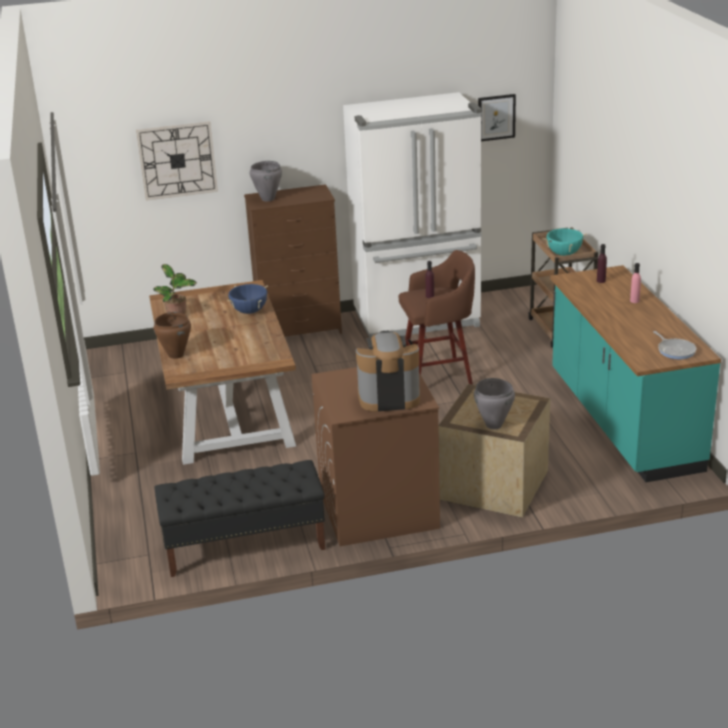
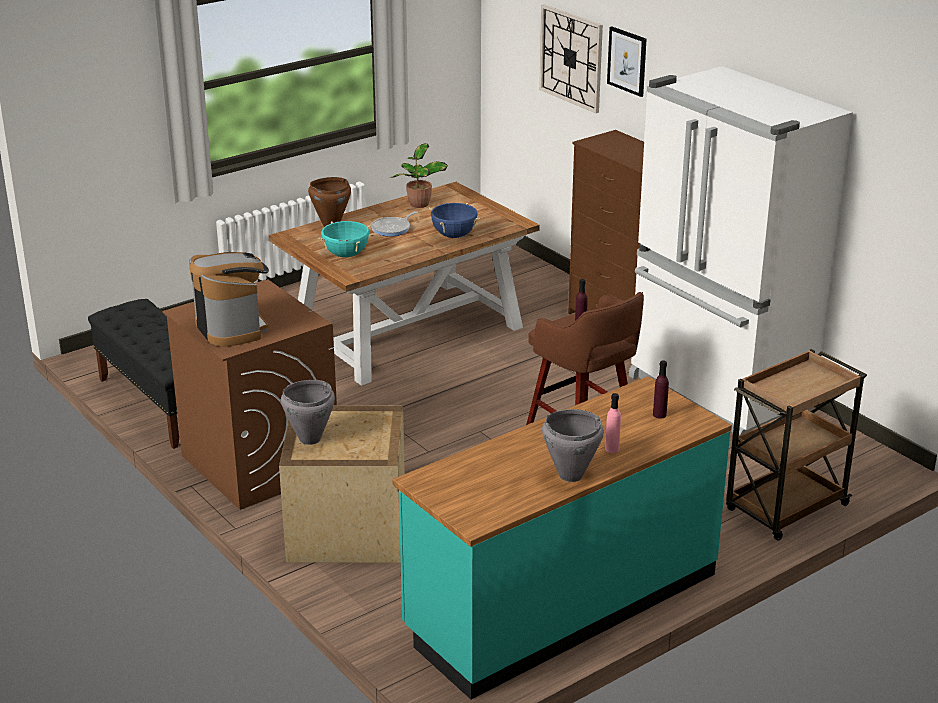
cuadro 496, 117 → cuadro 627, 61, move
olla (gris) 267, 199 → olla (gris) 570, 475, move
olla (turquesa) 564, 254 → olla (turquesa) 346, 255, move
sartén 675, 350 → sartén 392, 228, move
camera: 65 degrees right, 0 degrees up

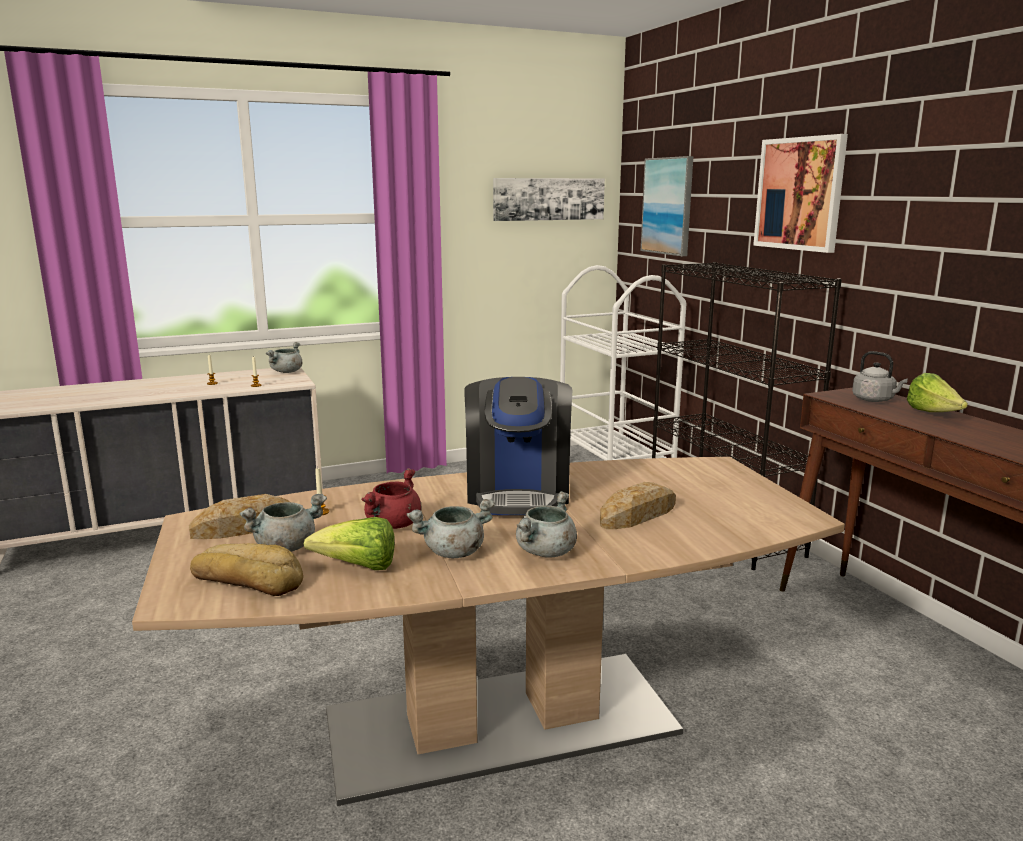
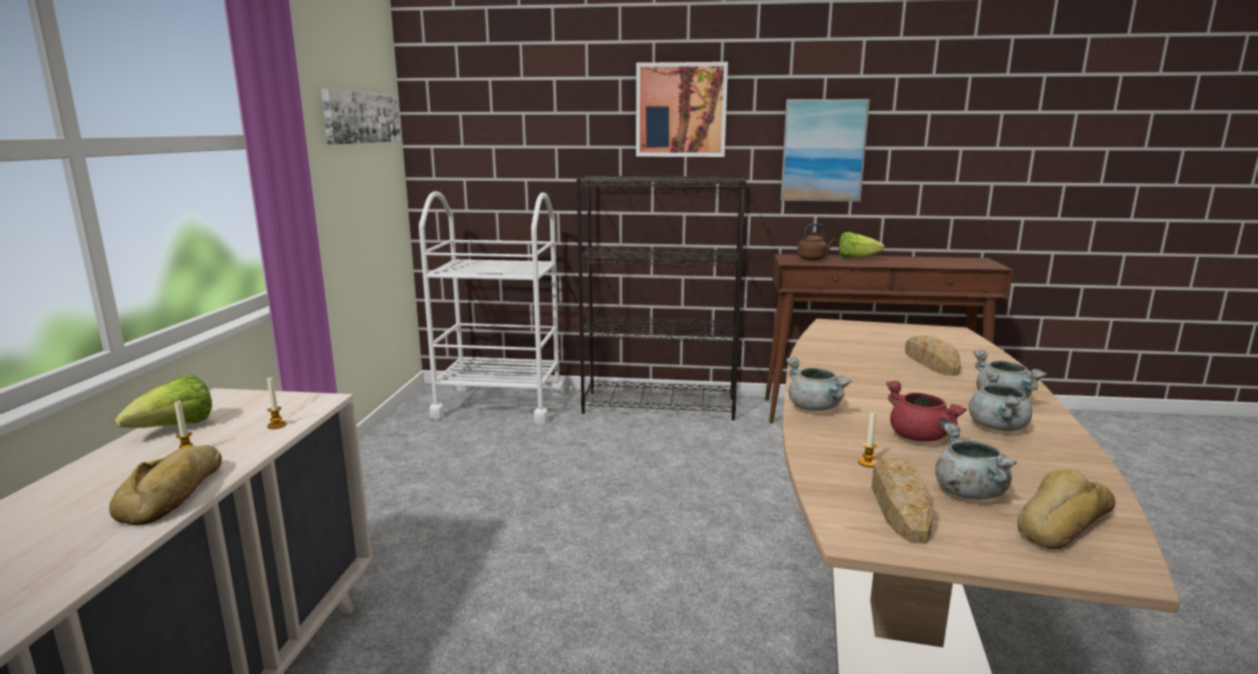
cuadro 668, 206 → cuadro 823, 150, move
olla (gris) 286, 372 → olla (gris) 815, 408, move
hervidor (gris) 875, 400 → hervidor (marrón) 813, 259
cafetera 518, 493 → -
lechuga 358, 567 → lechuga 175, 428, move
- → pan 177, 493
camera: 60 degrees left, 0 degrees up

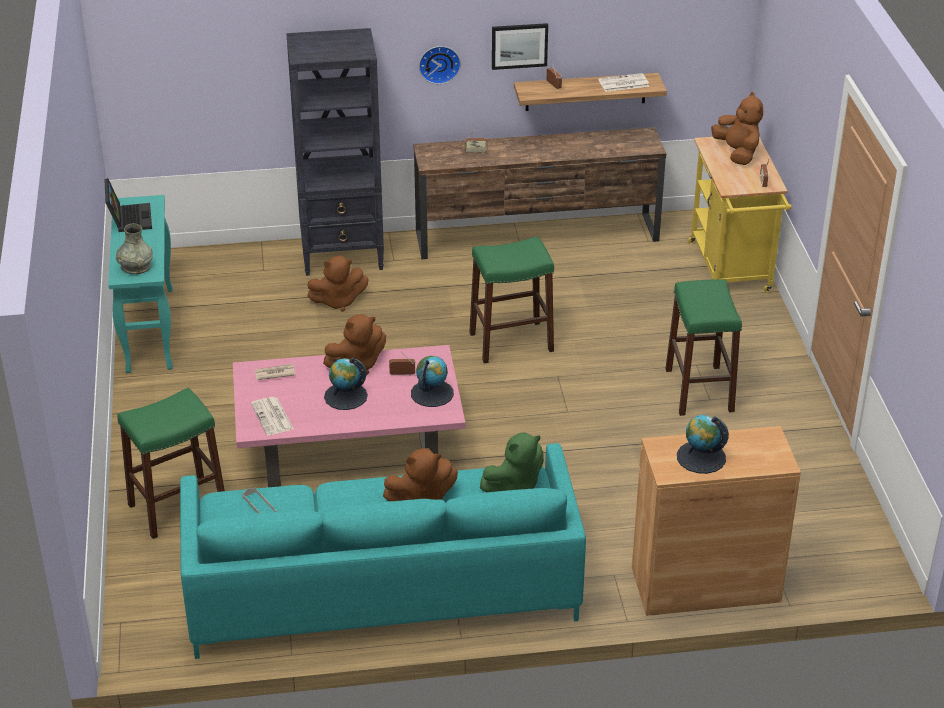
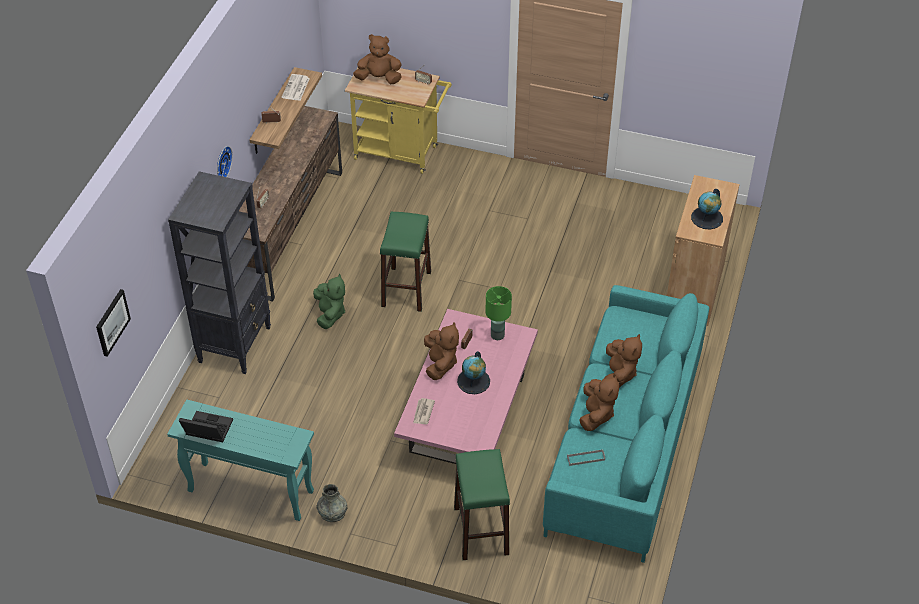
cuadro 519, 45 → cuadro 112, 322, move
florero (gris) 136, 267 → florero (gris) 332, 513, move
peluche (marrón) 338, 301 → peluche (marrón) 596, 414, move
taburete (verde) 699, 390 → -
globo terráqueo 432, 393 → lámpara de mesa (verde) 497, 335
periódico 272, 417 → -
peluche (verde) 514, 486 → peluche (verde) 330, 314, move
camera: 65 degrees left, 10 degrees up

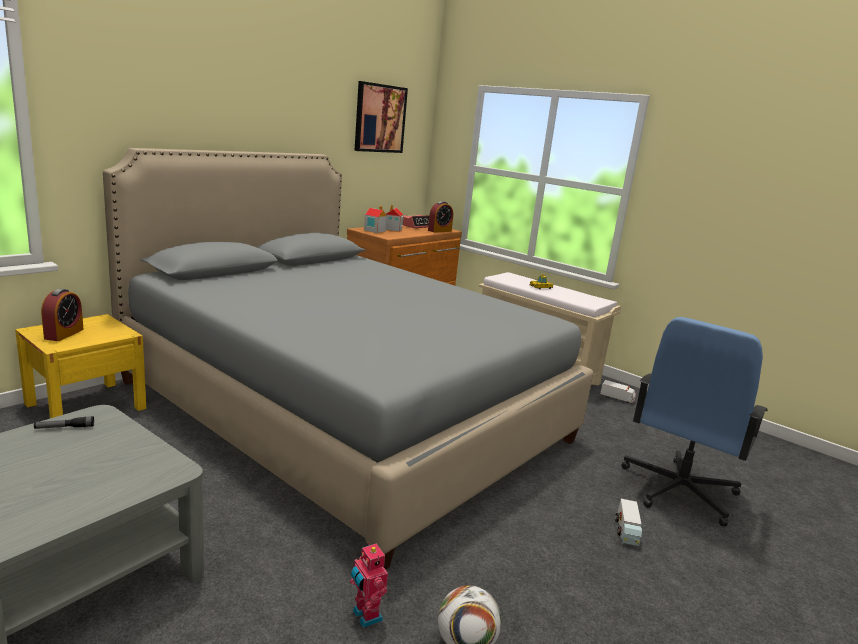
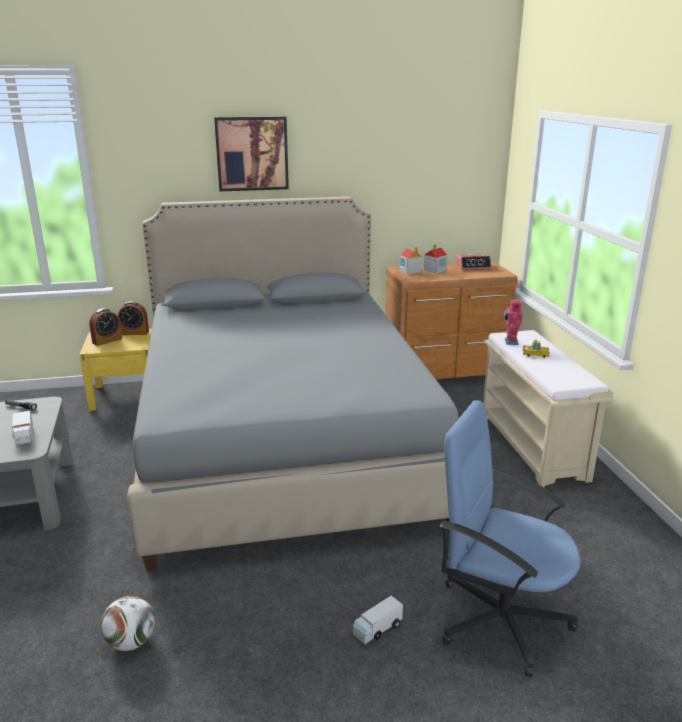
cuadro 379, 118 → cuadro 252, 153, move
despertador 439, 231 → despertador 134, 333, move
silla de oficina (azul) 678, 490 → silla de oficina (azul) 500, 618, 45 degrees clockwise
camión de juguete 617, 398 → camión de juguete 24, 436, move
robot de juguete 365, 616 → robot de juguete 510, 342, move
camera: 40 degrees right, 5 degrees up

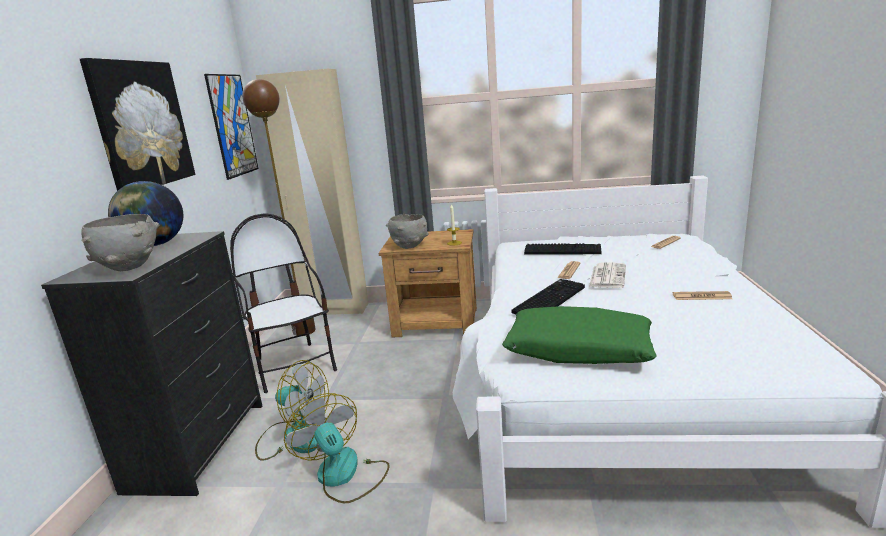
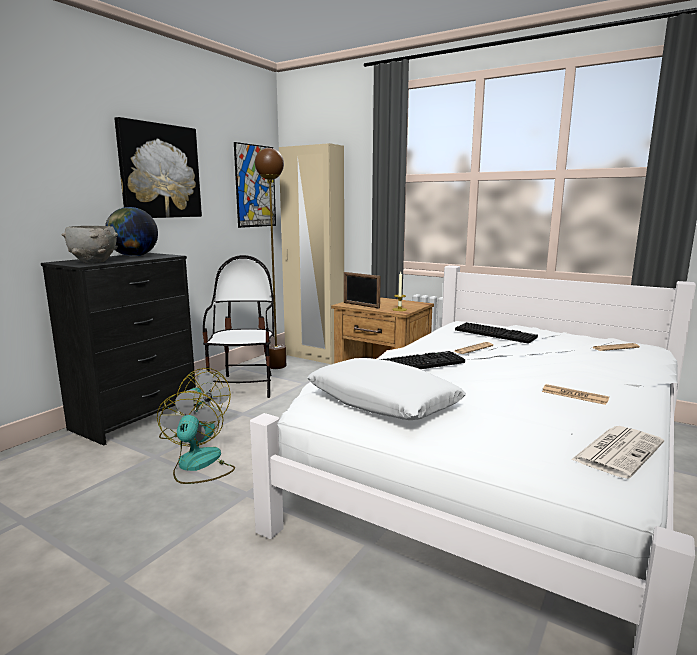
cuenco (gris) 409, 246 → portarretratos 361, 305
periódico 607, 276 → periódico 618, 451, move
cojín (verde) 578, 349 → cojín (blanco) 383, 402
camera: 25 degrees right, 5 degrees down

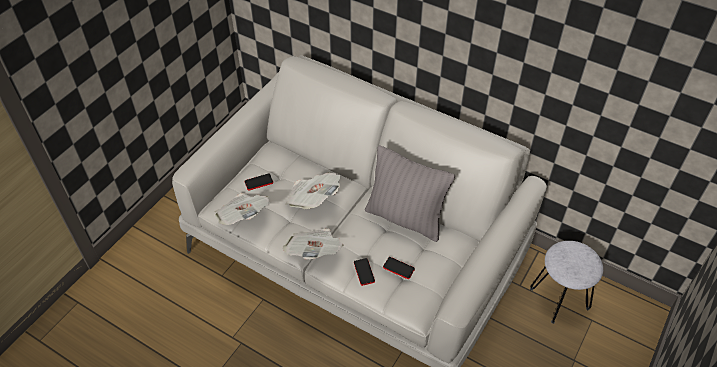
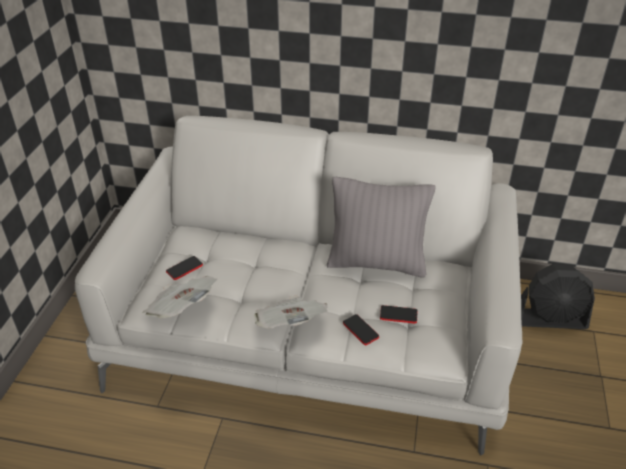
periódico 313, 199 → -
taburete (gris) 560, 298 → ventilador (negro) 550, 319
camera: 20 degrees left, 10 degrees down

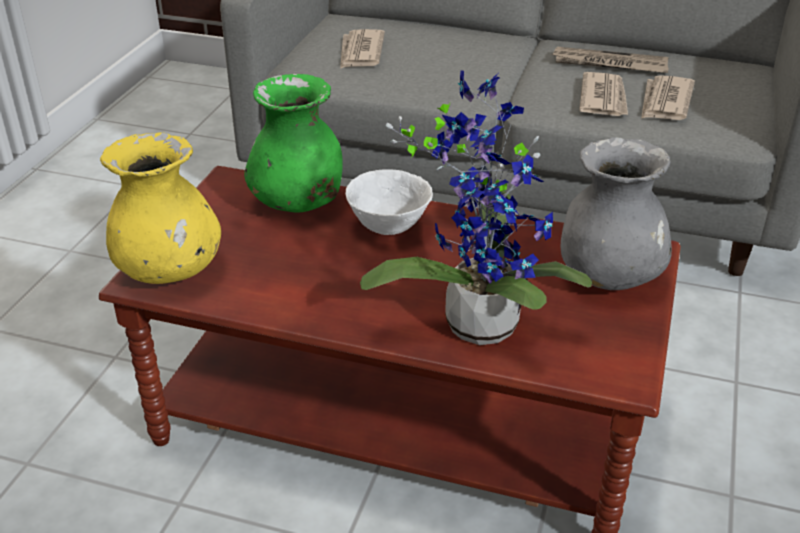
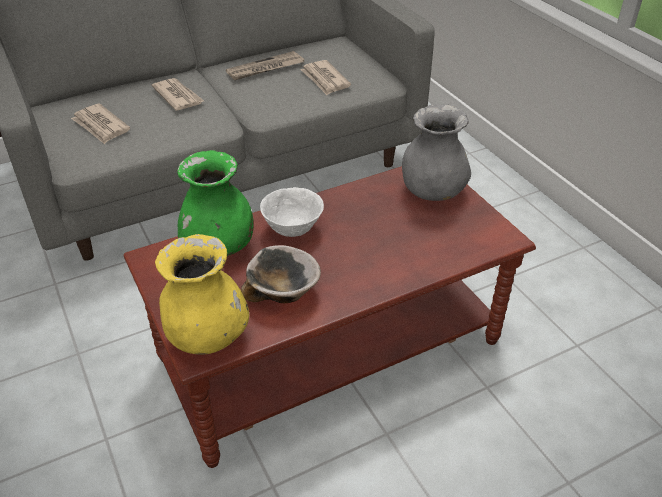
planta en maceta 478, 318 → -
periódico 604, 98 → periódico 178, 96, move
- → cuenco 284, 292
camera: 45 degrees left, 5 degrees up

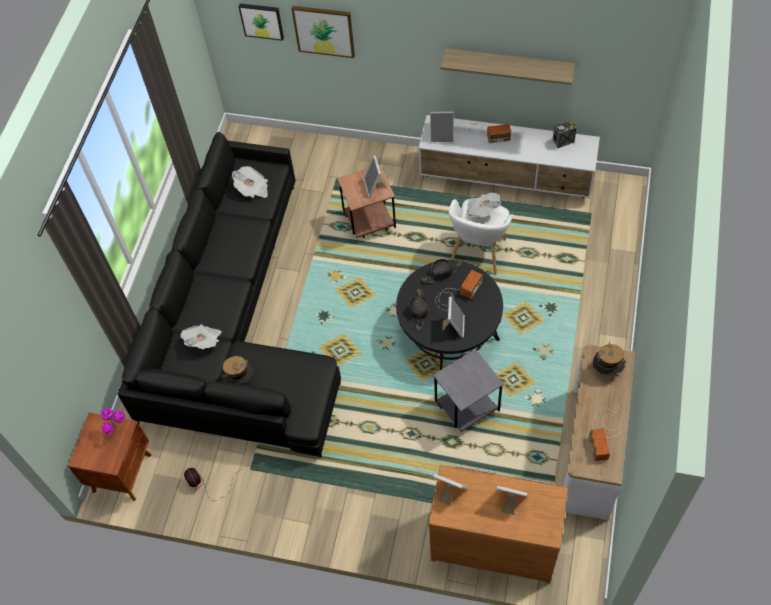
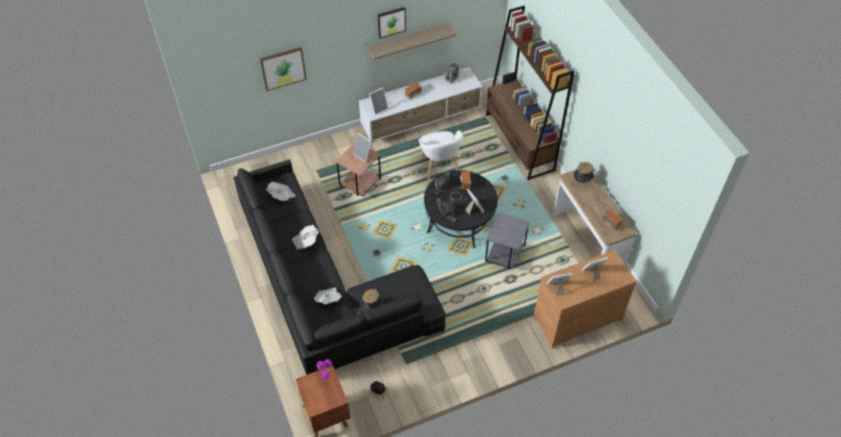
cuadro 262, 20 → cuadro 391, 21, move
periódico 482, 210 → periódico 305, 241, move
- → estantería (marrón) 519, 142
camera: 40 degrees left, 5 degrees down

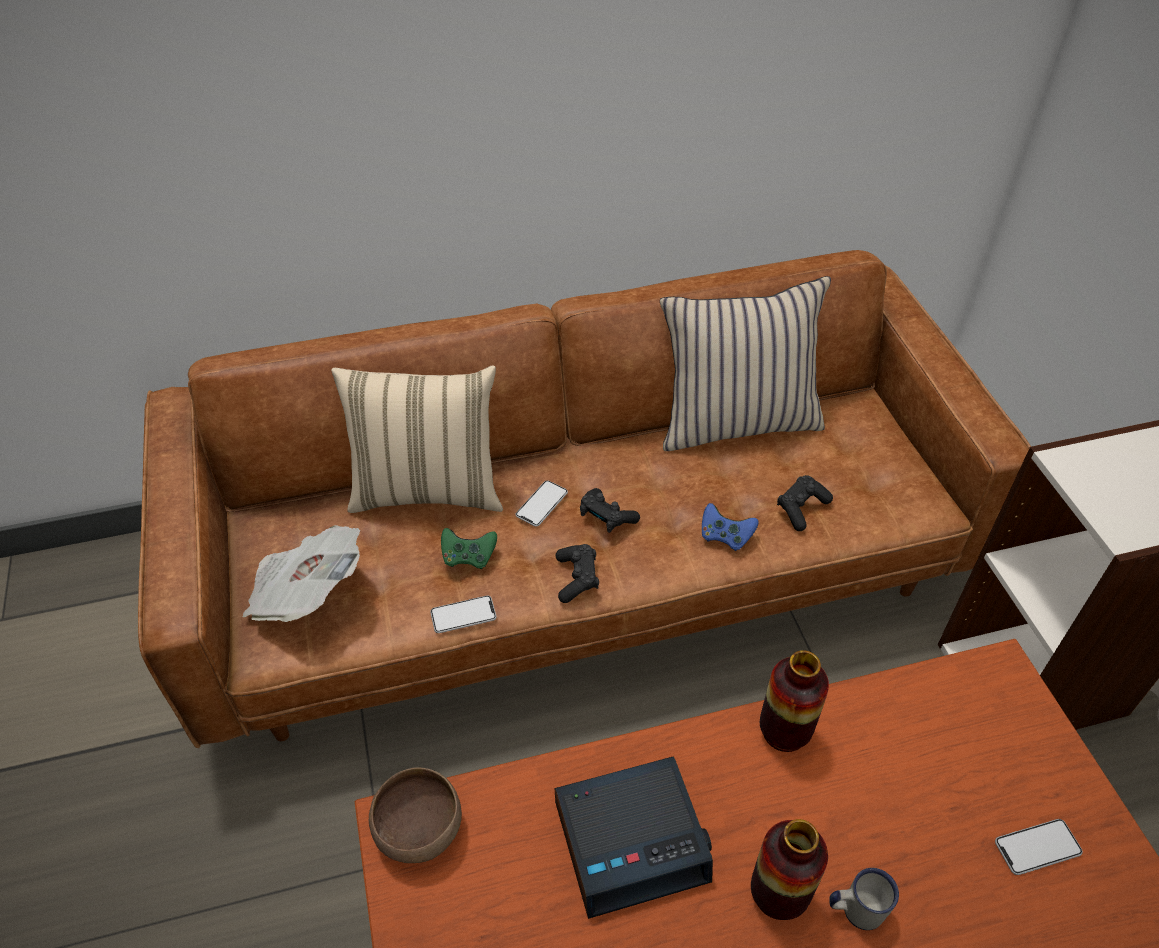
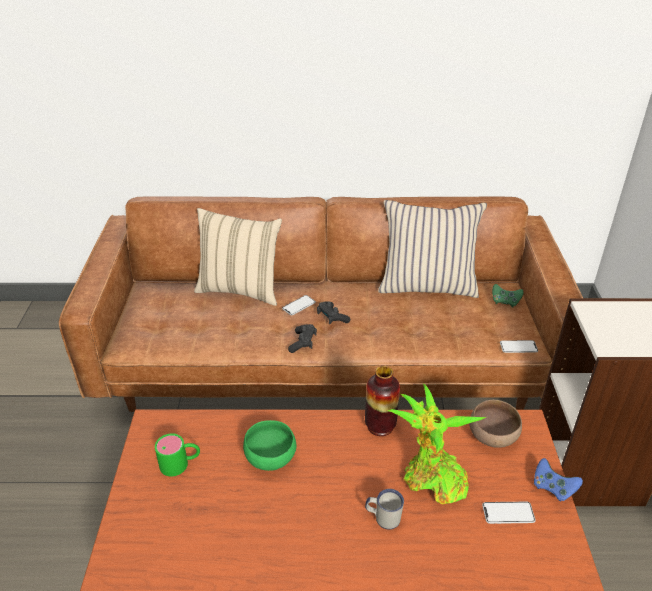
mando de consola (negro) 801, 508 → -
mando de consola (azul) 725, 536 → mando de consola (azul) 552, 487, move
periódico 307, 593 → -
mando de consola (verde) 468, 557 → mando de consola (verde) 505, 301, move
móvil 463, 615 → móvil 518, 347, move
despertador 632, 840 → cuenco (verde) 271, 457
cuenco (marrón) 420, 831 → cuenco (marrón) 493, 437, move
florero 778, 894 → -
- → planta en maceta 431, 479
- → taza grande (verde) 180, 463
camera: 15 degrees right, 10 degrees down

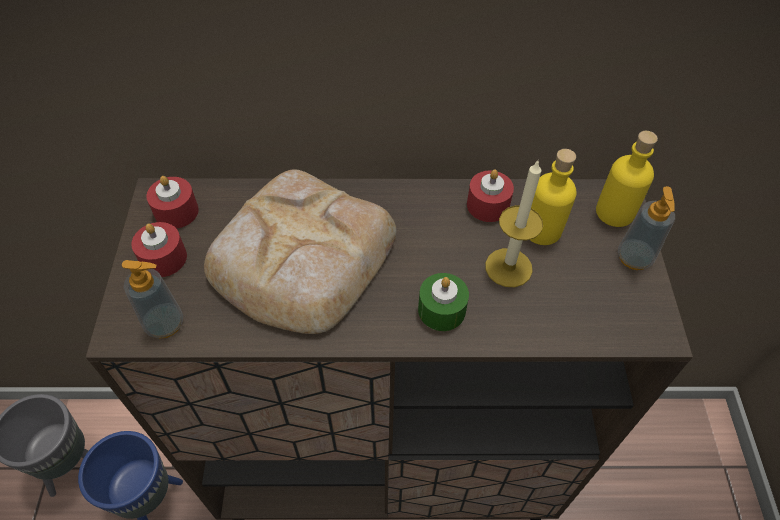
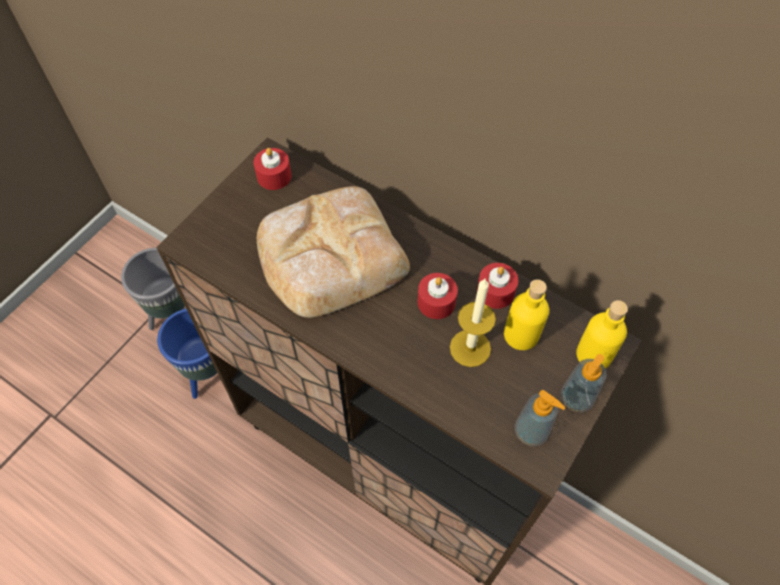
vela (rojo) 164, 258 → vela (rojo) 436, 302, move
dispensador de jabón 165, 324 → dispensador de jabón 531, 431, move
vela (verde) 441, 310 → -
camera: 35 degrees right, 5 degrees up

